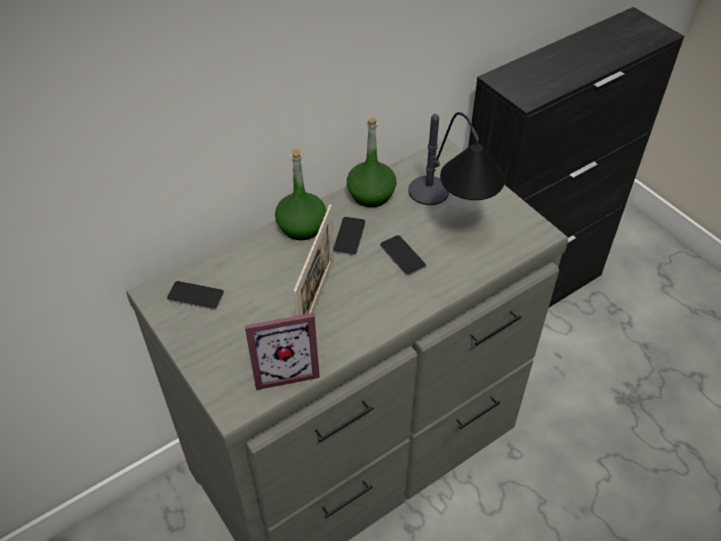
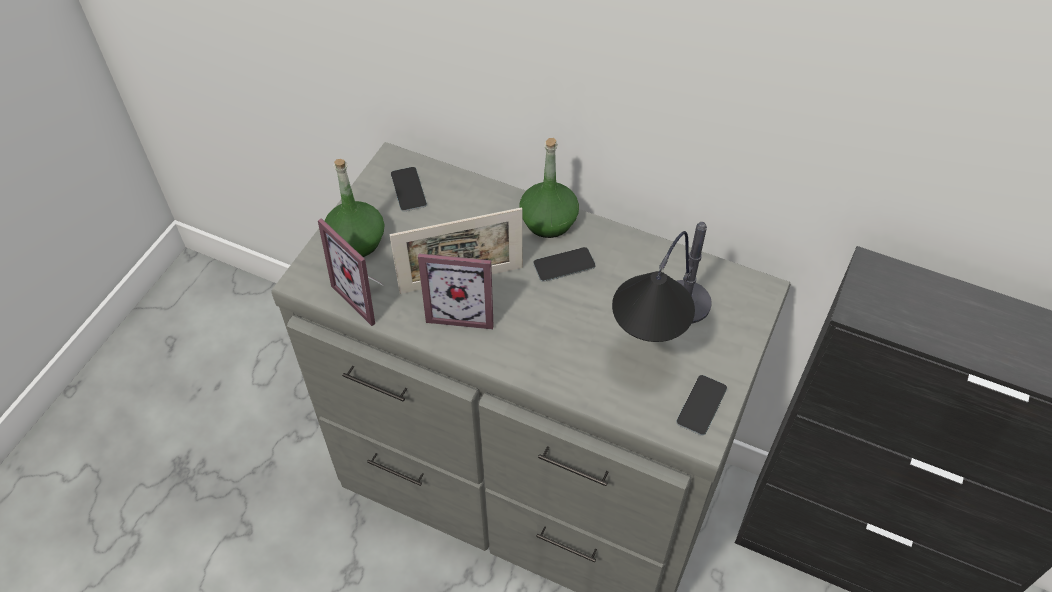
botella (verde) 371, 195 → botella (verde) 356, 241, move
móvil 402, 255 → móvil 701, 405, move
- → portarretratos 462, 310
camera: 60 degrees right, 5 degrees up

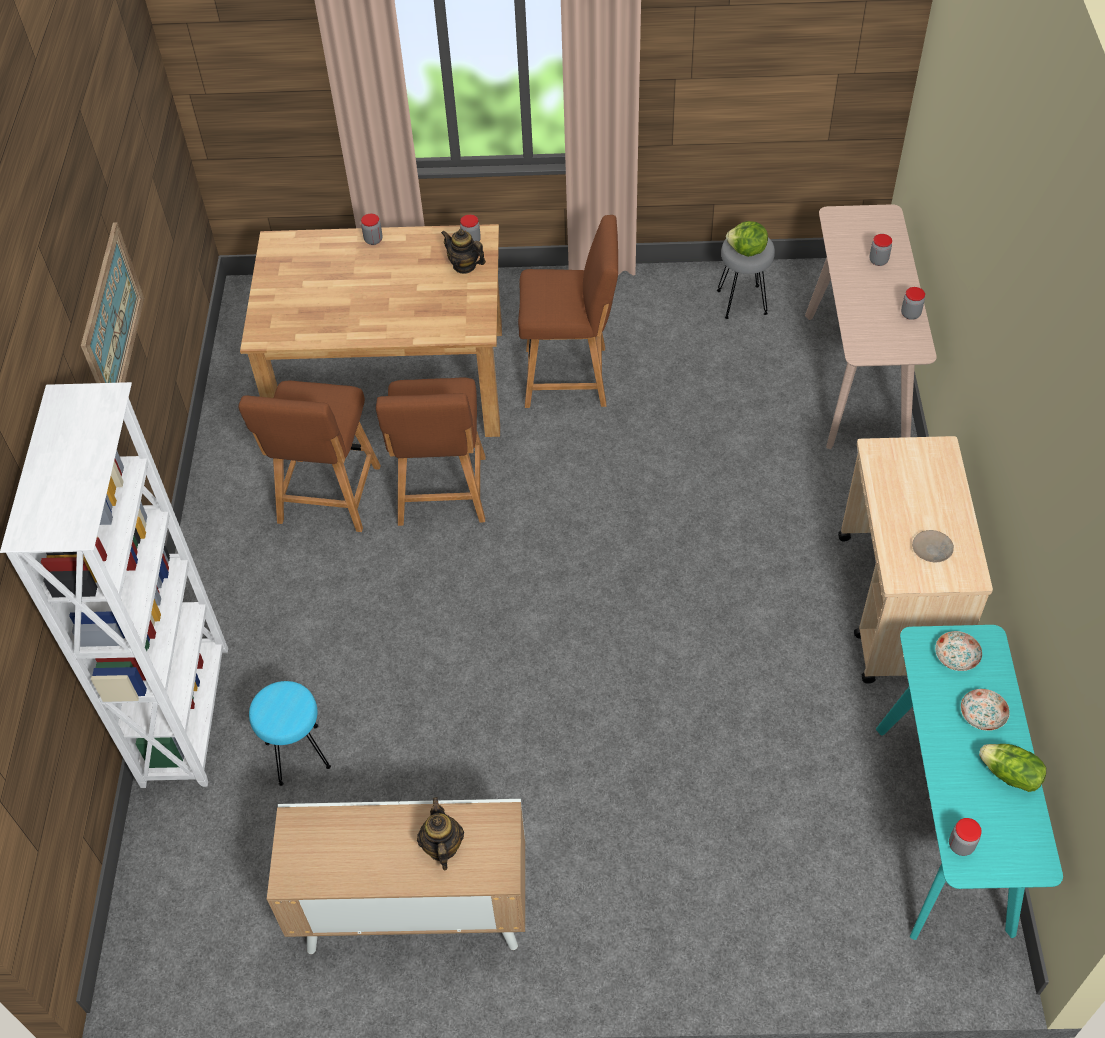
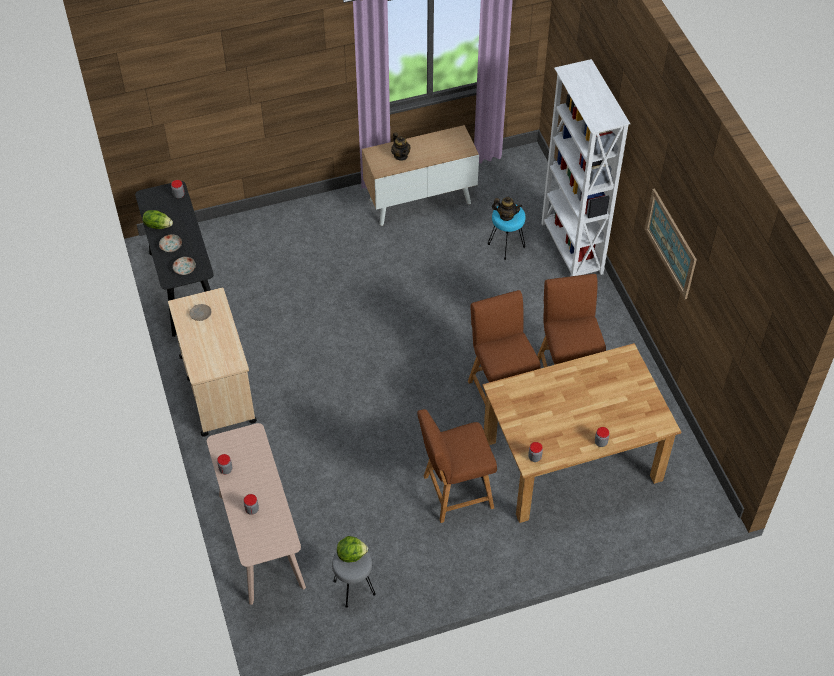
tetera 464, 266 → tetera 506, 216, move
mesa consola (turquesa) 943, 827 → mesa consola (negro) 184, 287
camera: 160 degrees right, 0 degrees up

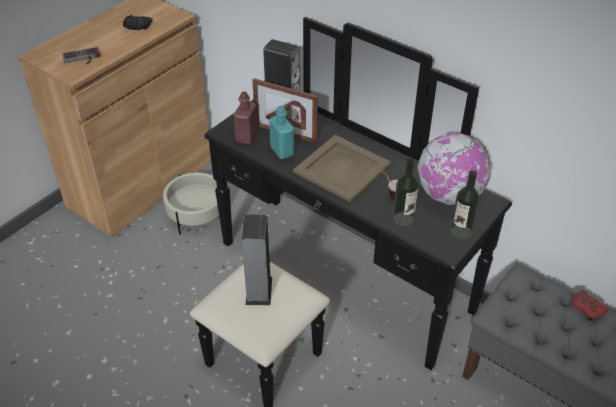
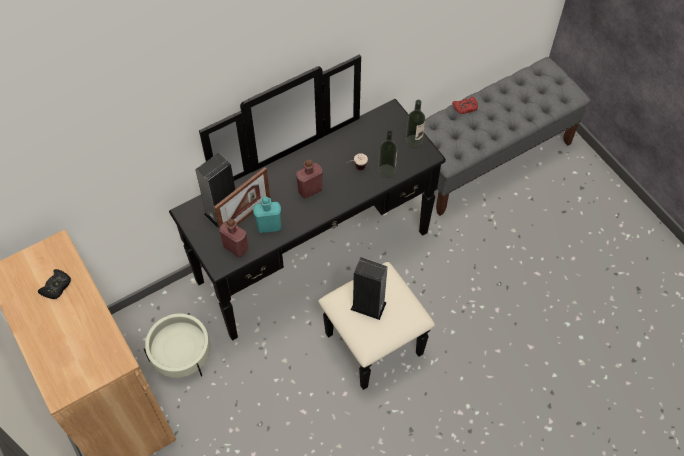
mando de consola 82, 58 → -
globo terráqueo 449, 195 → -
bandeja (beis) 342, 167 → botella (rojo) 310, 190
camera: 70 degrees left, 15 degrees up

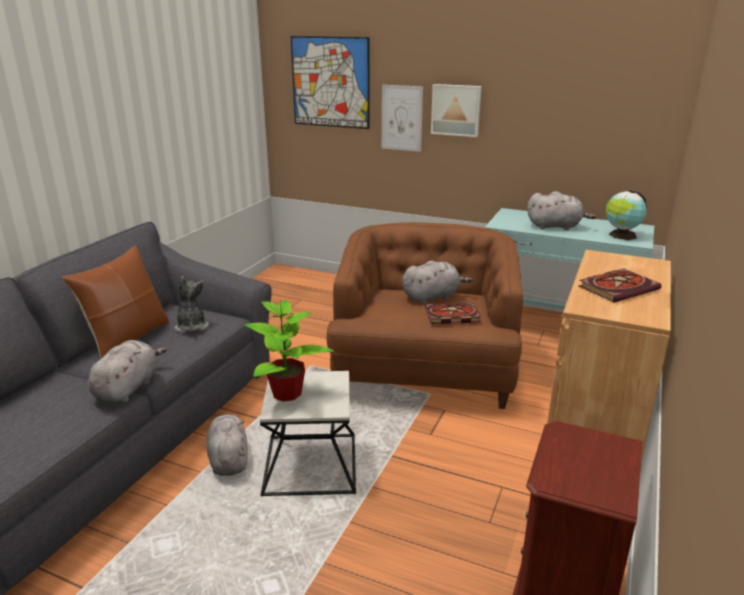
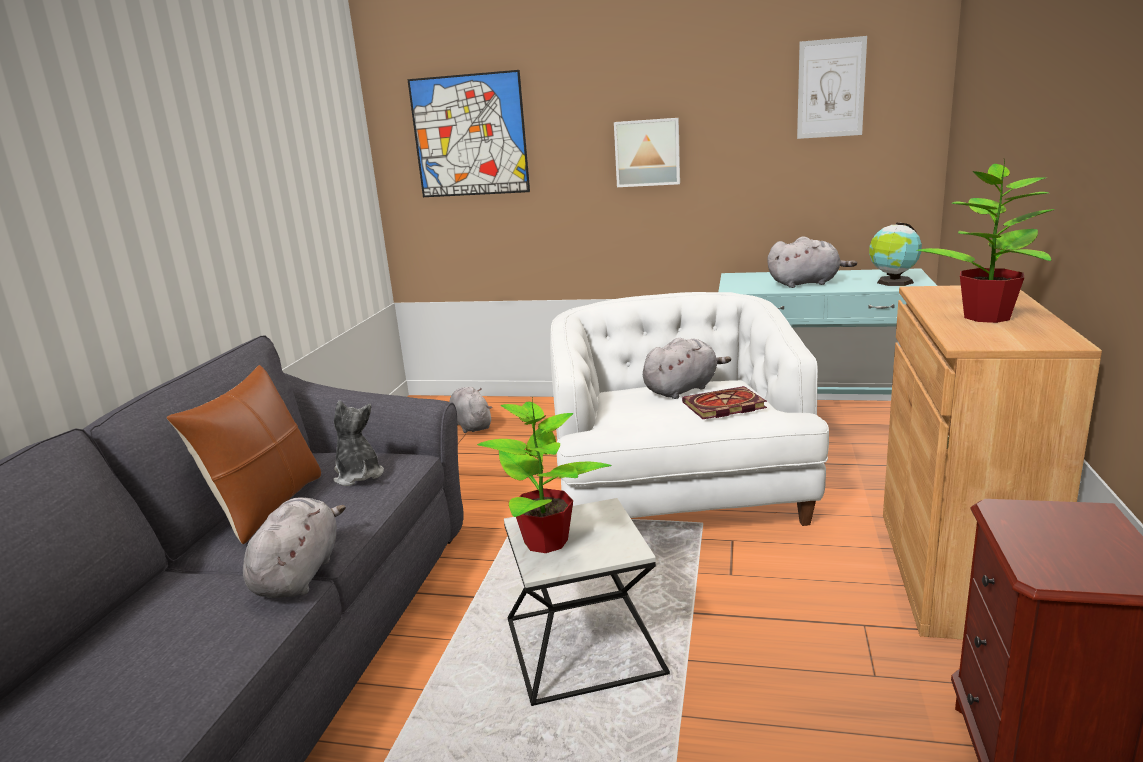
cuadro 401, 118 → cuadro 831, 88, move
sillón (marrón) 424, 370 → sillón (blanco) 678, 495
libro 618, 287 → planta en maceta 986, 317
peluche (gris) 228, 459 → peluche (gris) 471, 425, move
camera: 10 degrees left, 5 degrees down

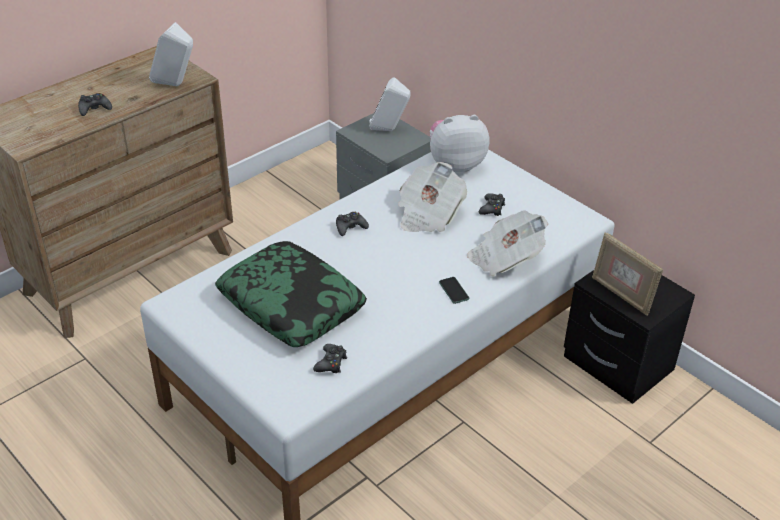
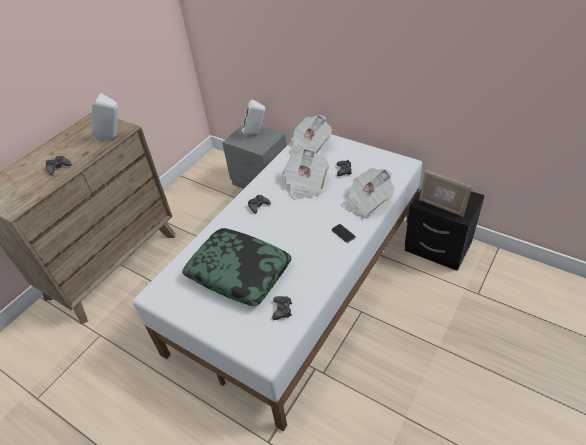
peluche 455, 164 → periódico 309, 147
camera: 10 degrees left, 5 degrees up

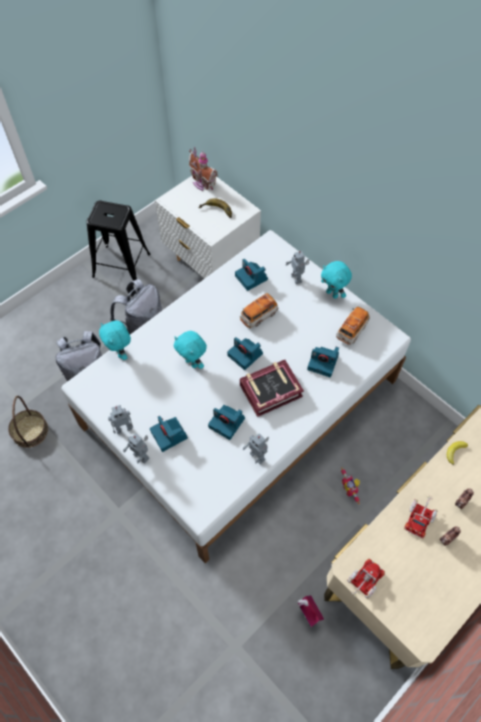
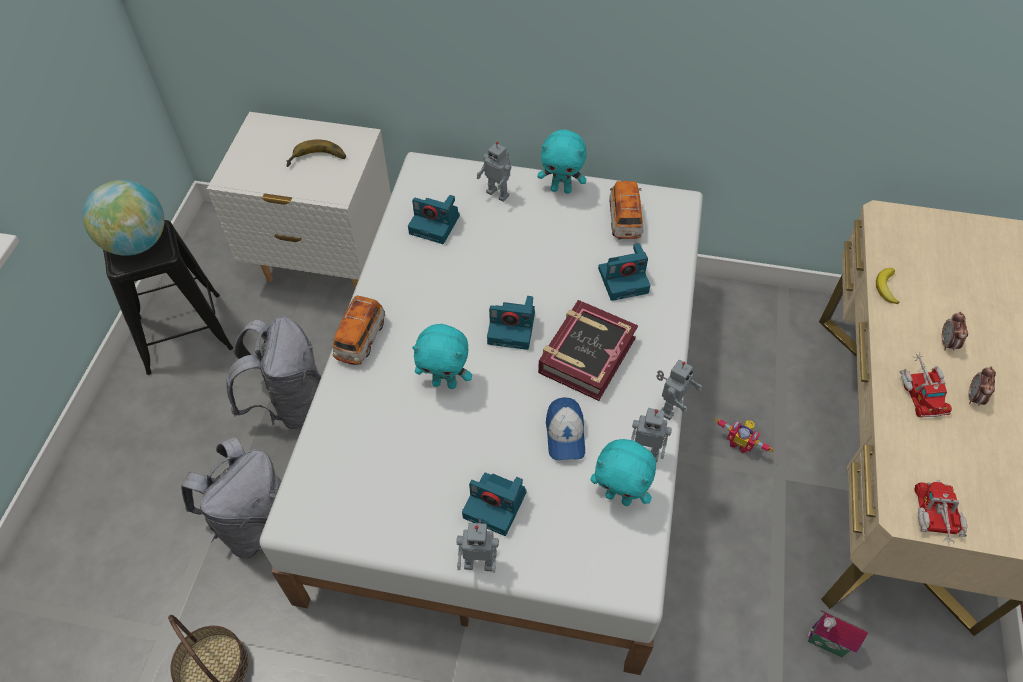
casita 202, 183 → -
coche de juguete 258, 316 → coche de juguete 360, 339, move
peluche (turquesa) 120, 352 → peluche (turquesa) 619, 497, move
robot de juguete 123, 427 → robot de juguete 669, 407, move
cámara 227, 423 → gorra 565, 434
- → globo terráqueo 137, 242
camera: 35 degrees left, 5 degrees down

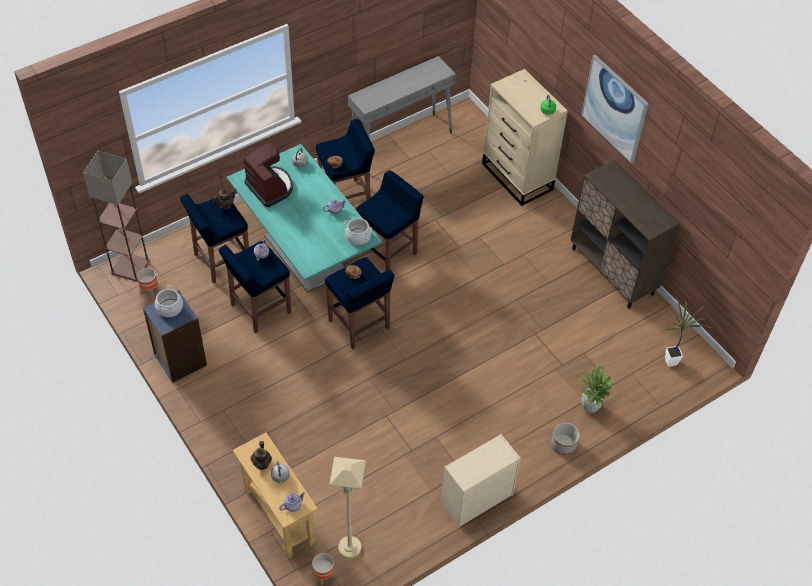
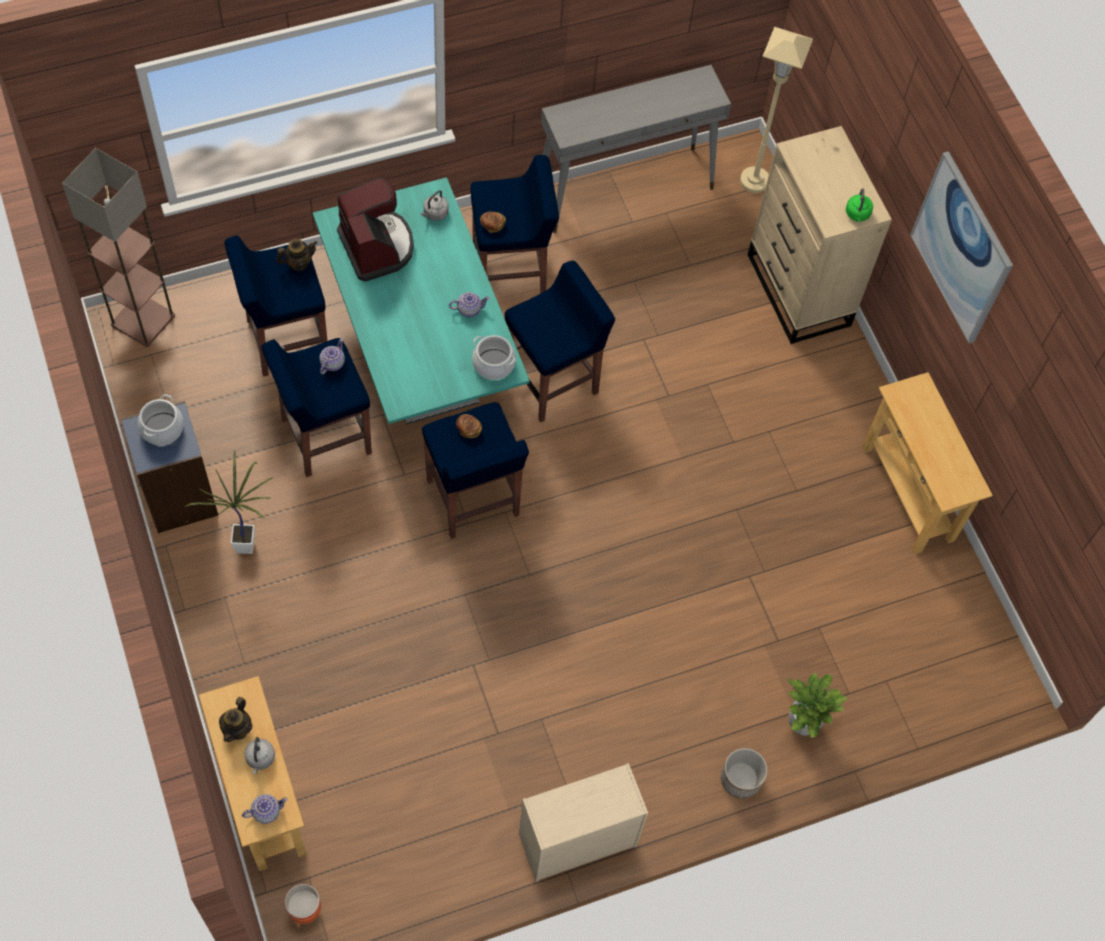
armario (marrón) 612, 271 → mesa consola (beis) 907, 493
maceta 150, 290 → -
planta en maceta 671, 360 → planta en maceta 248, 543, move
lámpara de pie (beis) 349, 548 → lámpara de pie (beis) 754, 181, move
camera: 10 degrees right, 10 degrees up

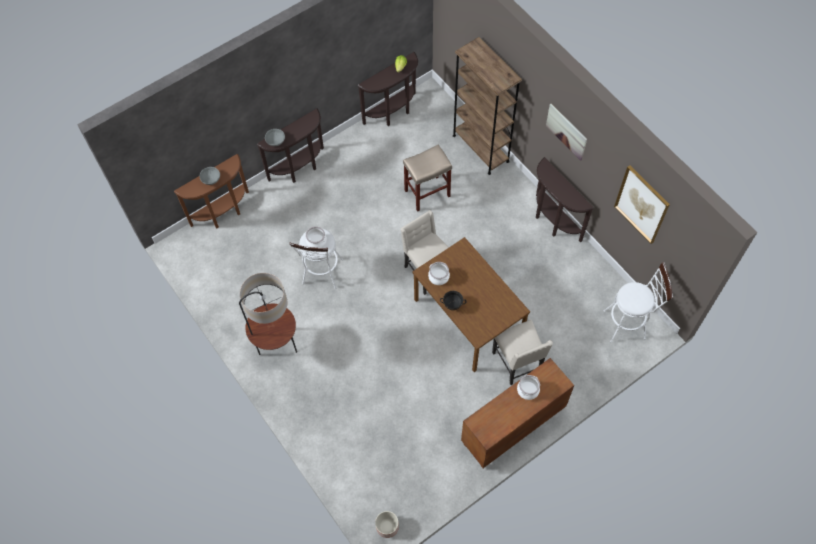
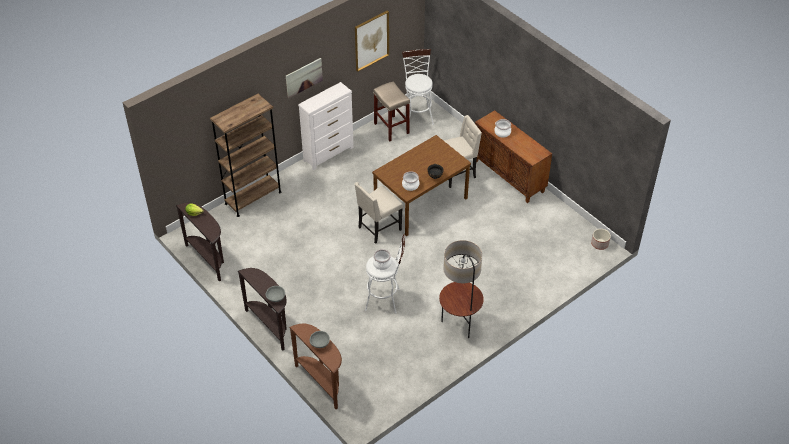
taburete (beis) 427, 194 → taburete (beis) 392, 128, move
mesa consola (marrón) 552, 222 → cómoda (blanco) 329, 154
camera: 95 degrees left, 15 degrees down

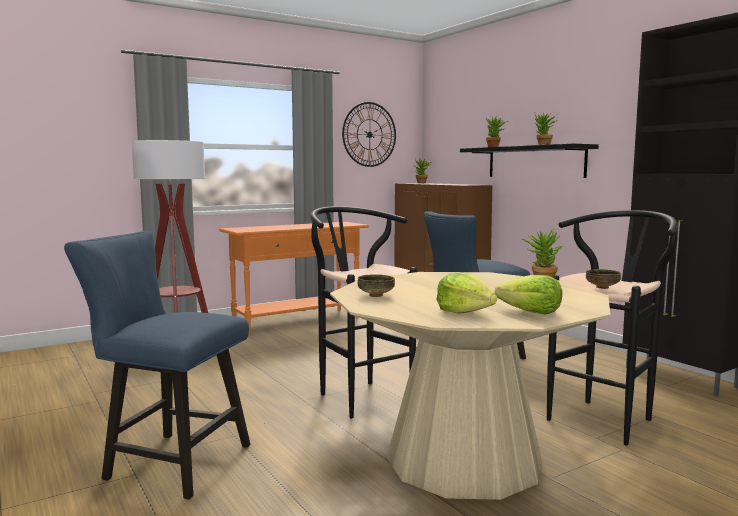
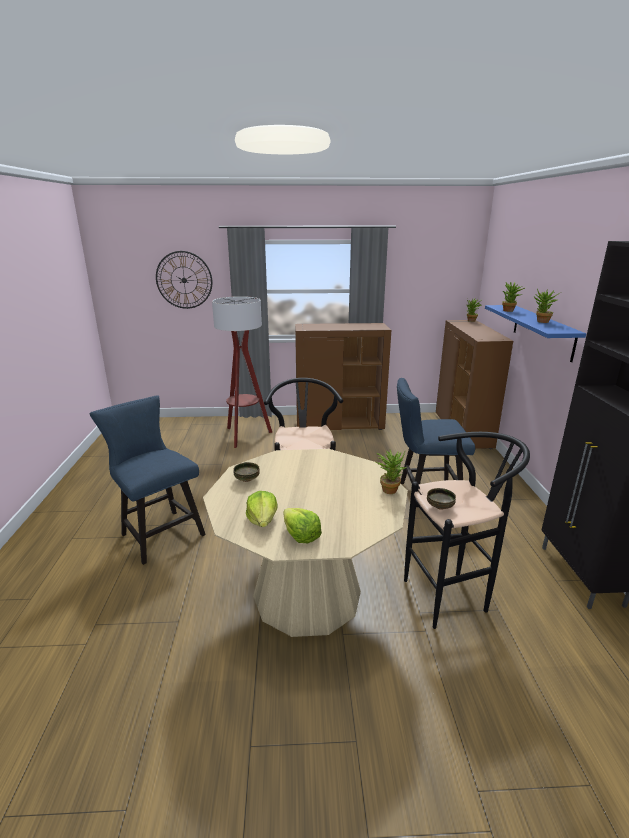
reloj de pared 369, 134 → reloj de pared 184, 280, move
estante (negro) 535, 162 → estante (azul) 542, 331
mesa consola (naranja) 298, 321 → armario (marrón) 340, 425
camera: 30 degrees right, 15 degrees up

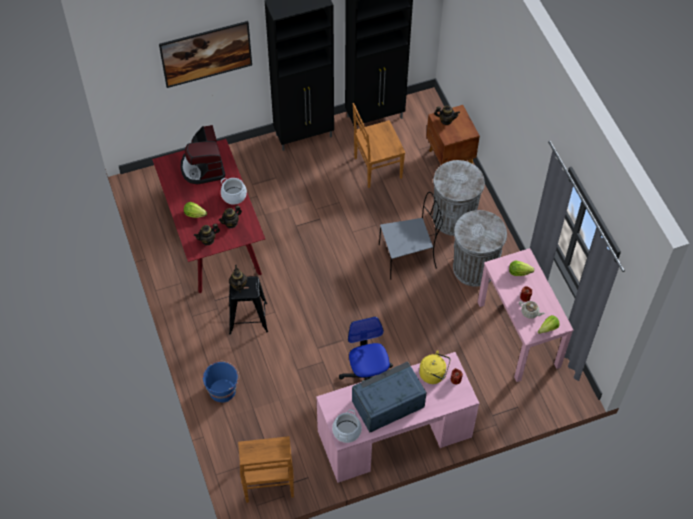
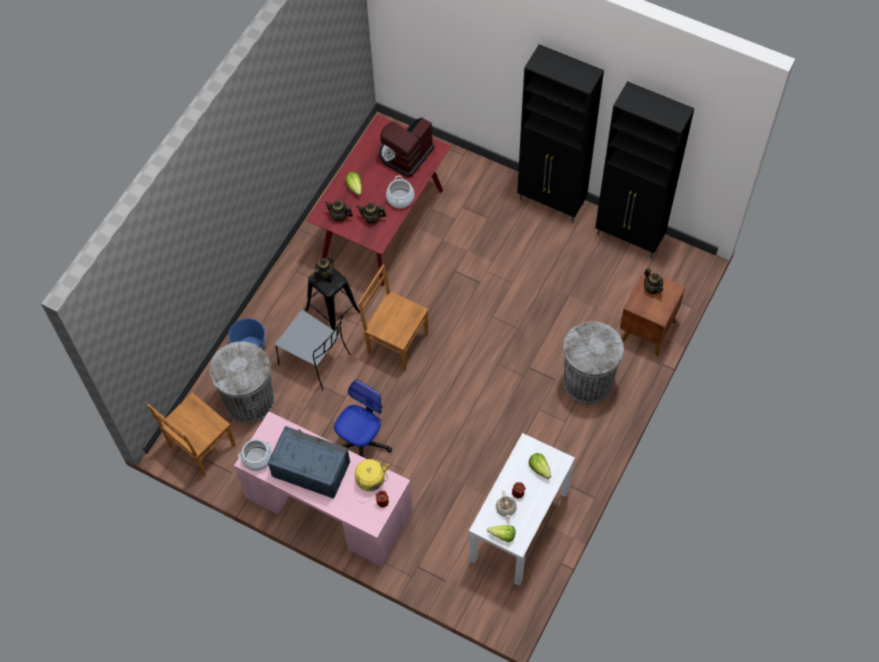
cuadro 208, 64 → -
silla (marrón) 376, 168 → silla (marrón) 396, 342, move
silla (gris) 409, 256 → silla (gris) 316, 360, move
papelera (gris) 474, 268 → papelera (gris) 250, 401, move
mesa consola (rosa) 518, 334 → mesa consola (blanco) 519, 526
camera: 50 degrees right, 5 degrees up

